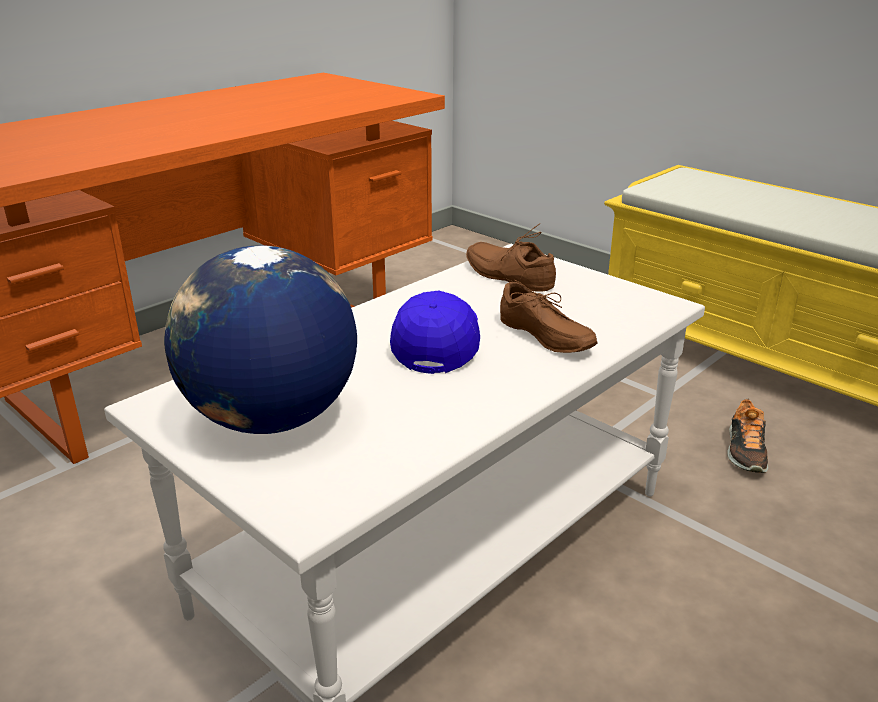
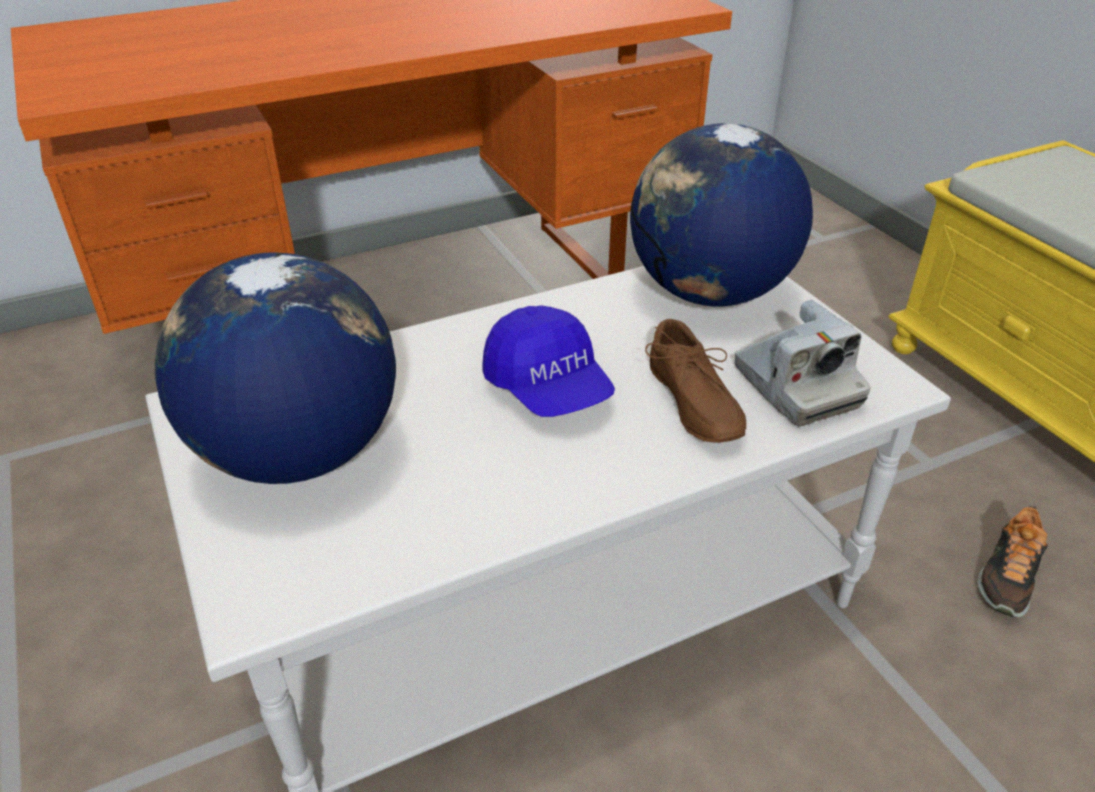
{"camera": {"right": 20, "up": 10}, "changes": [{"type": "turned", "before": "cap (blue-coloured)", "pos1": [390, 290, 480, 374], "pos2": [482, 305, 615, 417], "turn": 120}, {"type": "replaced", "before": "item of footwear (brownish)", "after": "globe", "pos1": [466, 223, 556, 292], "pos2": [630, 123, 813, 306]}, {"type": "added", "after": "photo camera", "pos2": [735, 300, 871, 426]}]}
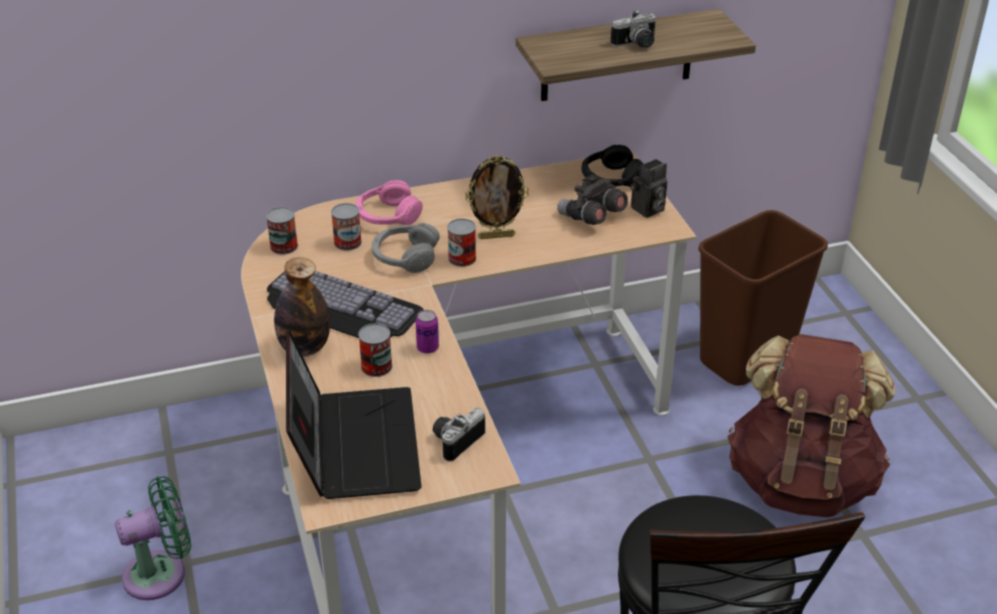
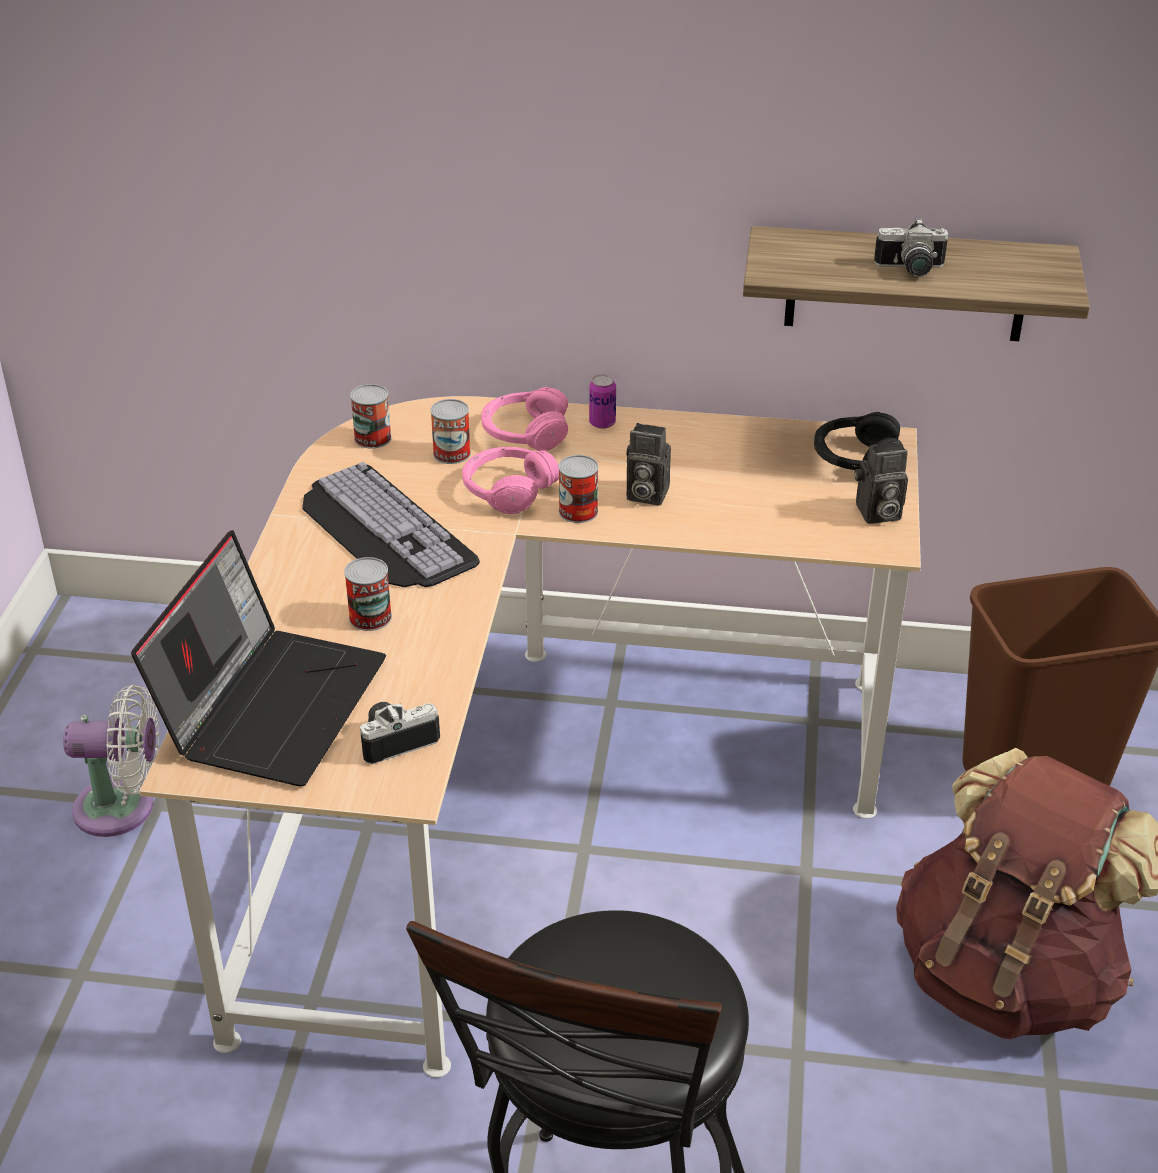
{"camera": {"right": 25, "up": 0}, "changes": [{"type": "recoloured", "before": "electric fan (green)", "after": "electric fan (whitish)", "pos1": [115, 476, 191, 600], "pos2": [63, 685, 159, 837]}, {"type": "recoloured", "before": "headphones (grey)", "after": "headphones (pink)", "pos1": [372, 223, 440, 273], "pos2": [462, 447, 559, 514]}, {"type": "moved", "before": "can", "pos1": [416, 310, 439, 354], "pos2": [589, 374, 616, 429]}, {"type": "replaced", "before": "photo frame", "after": "photo camera", "pos1": [465, 155, 529, 239], "pos2": [626, 423, 671, 506]}, {"type": "removed", "before": "bottle", "pos1": [274, 257, 330, 357]}, {"type": "removed", "before": "binoculars (grey)", "pos1": [557, 174, 628, 225]}]}
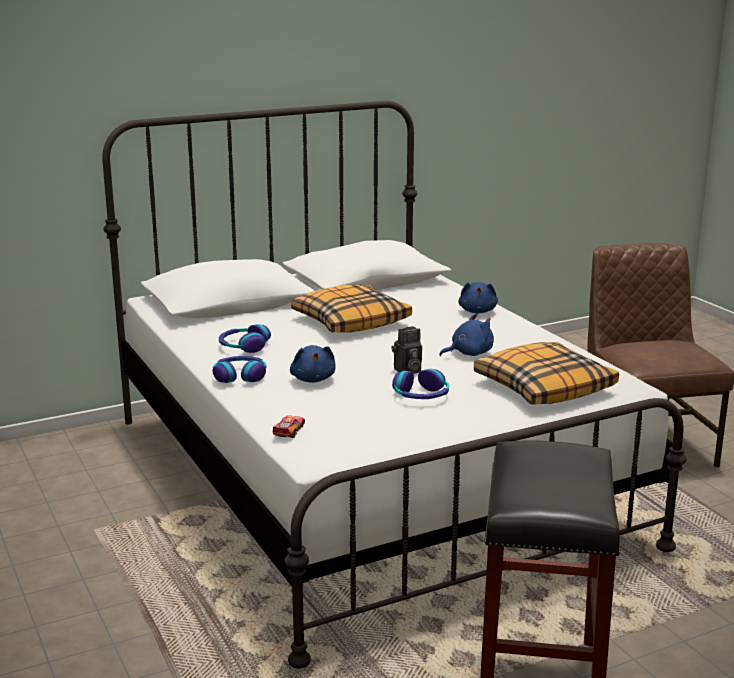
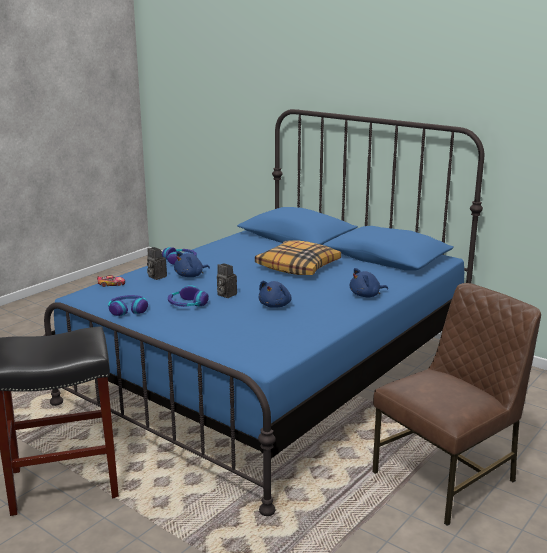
{"camera": {"right": 65, "up": 0}, "changes": [{"type": "recoloured", "before": "bed (whitish)", "after": "bed (blue-coloured)", "pos1": [102, 101, 686, 669], "pos2": [44, 109, 484, 516]}, {"type": "moved", "before": "headphones", "pos1": [219, 324, 271, 353], "pos2": [108, 295, 148, 316]}, {"type": "added", "after": "photo camera", "pos2": [147, 247, 167, 280]}, {"type": "turned", "before": "soft toy (blue-coloured)", "pos1": [439, 313, 494, 356], "pos2": [259, 281, 292, 308], "turn": 75}, {"type": "removed", "before": "pillow", "pos1": [474, 342, 619, 405]}]}
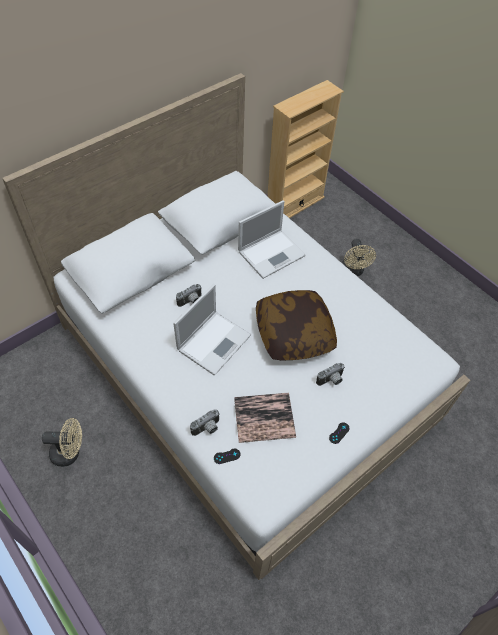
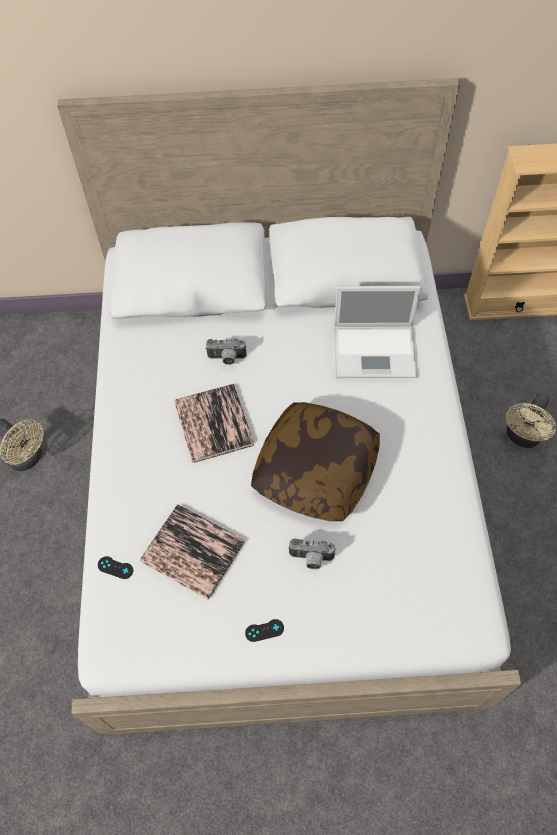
{"camera": {"right": 40, "up": 5}, "changes": [{"type": "replaced", "before": "notebook computer", "after": "bound book", "pos1": [173, 284, 251, 376], "pos2": [174, 384, 254, 463]}, {"type": "removed", "before": "photo camera", "pos1": [190, 409, 220, 436]}]}
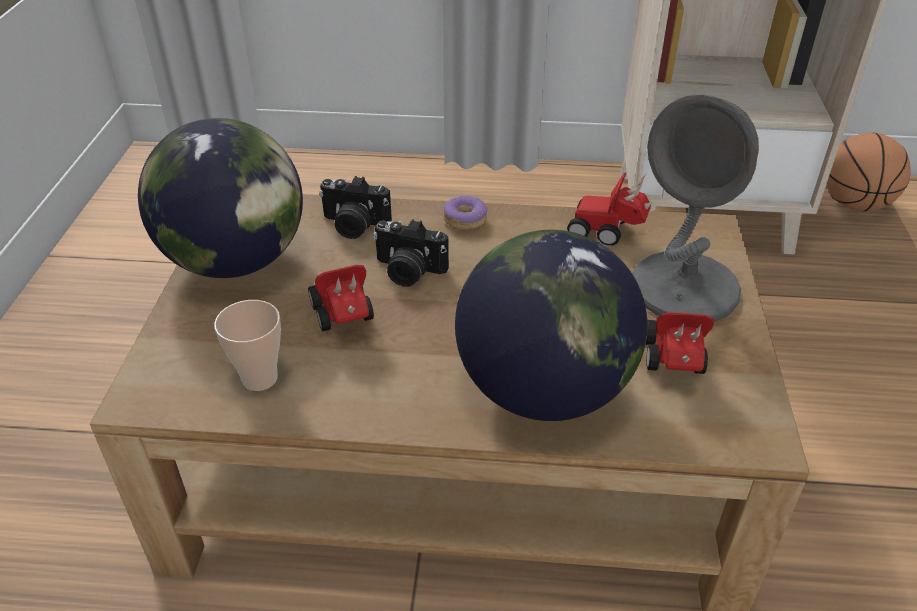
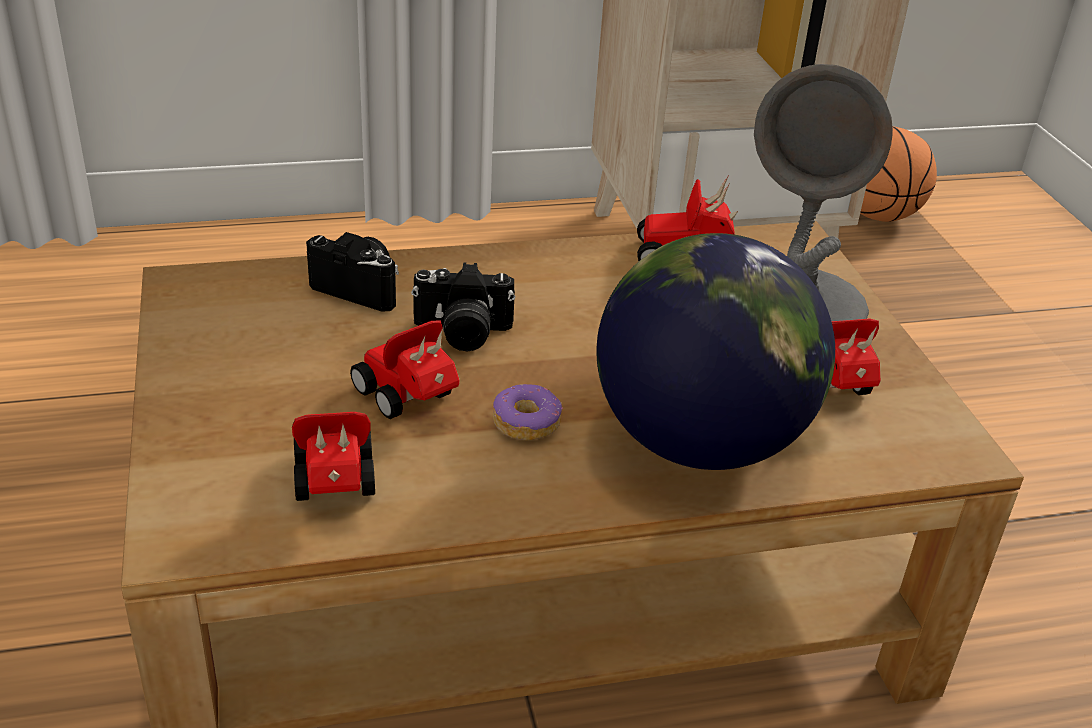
{"camera": {"right": -20, "up": -5}, "changes": [{"type": "replaced", "before": "drinking cup", "after": "model car", "pos1": [214, 300, 281, 391], "pos2": [292, 412, 375, 501]}, {"type": "turned", "before": "photo camera", "pos1": [319, 176, 392, 239], "pos2": [306, 232, 399, 312], "turn": -150}, {"type": "moved", "before": "doughnut", "pos1": [444, 196, 487, 230], "pos2": [493, 384, 563, 440]}, {"type": "removed", "before": "globe", "pos1": [138, 118, 303, 278]}]}
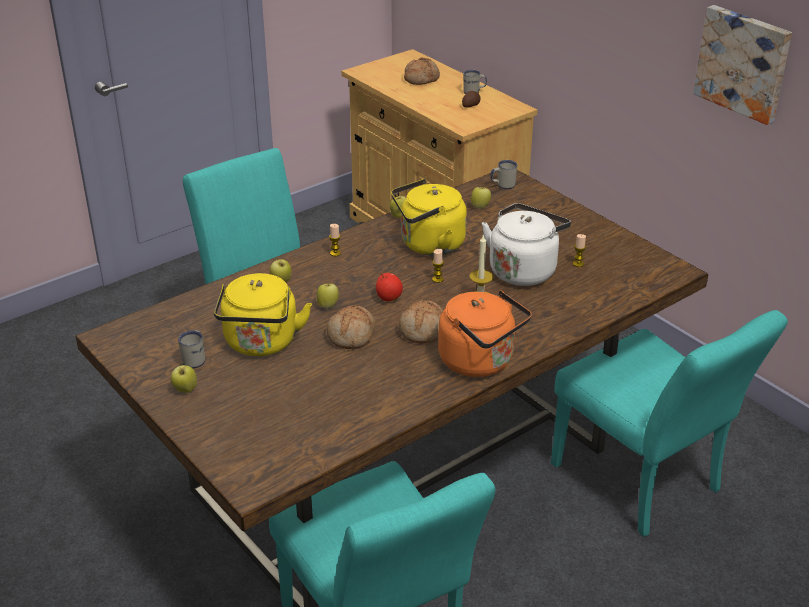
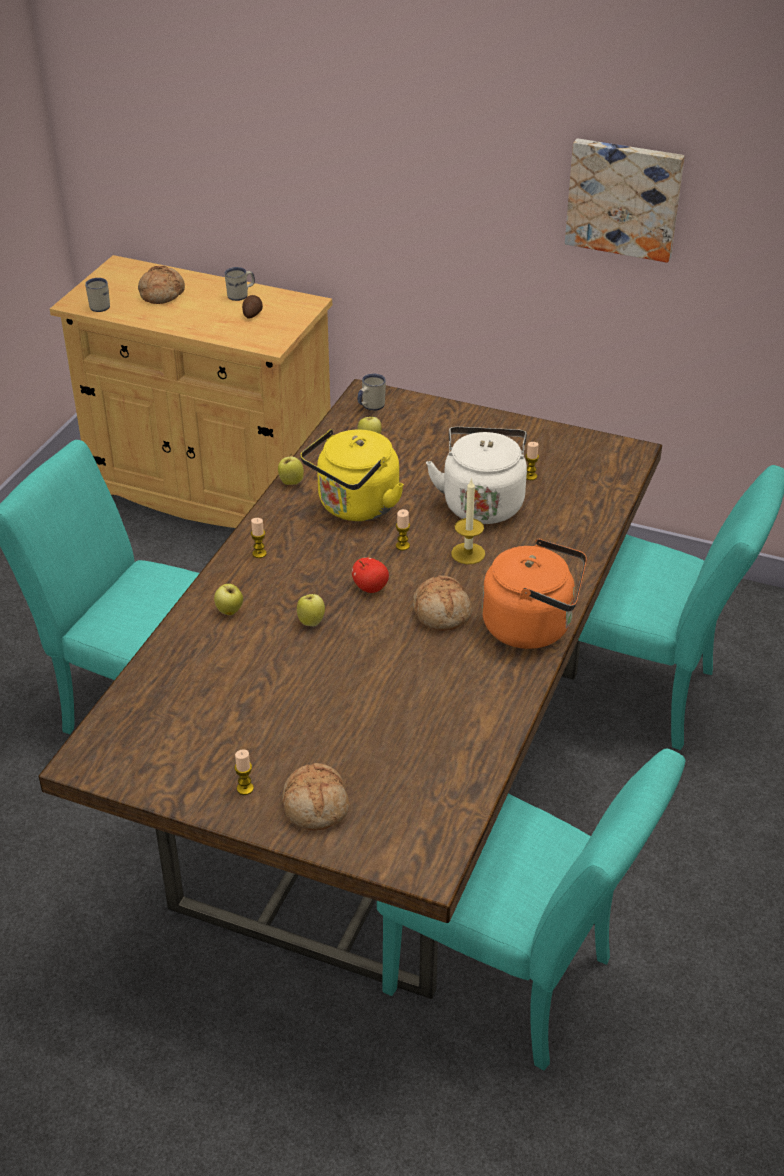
{"camera": {"right": -30, "up": 5}, "changes": [{"type": "moved", "before": "mug (whitish)", "pos1": [178, 330, 205, 368], "pos2": [85, 278, 110, 312]}, {"type": "replaced", "before": "whole apple", "after": "wax light", "pos1": [171, 364, 197, 393], "pos2": [235, 750, 254, 795]}, {"type": "moved", "before": "bread", "pos1": [327, 305, 376, 349], "pos2": [282, 763, 349, 830]}, {"type": "removed", "before": "tea kettle (yellowish)", "pos1": [214, 273, 312, 356]}]}
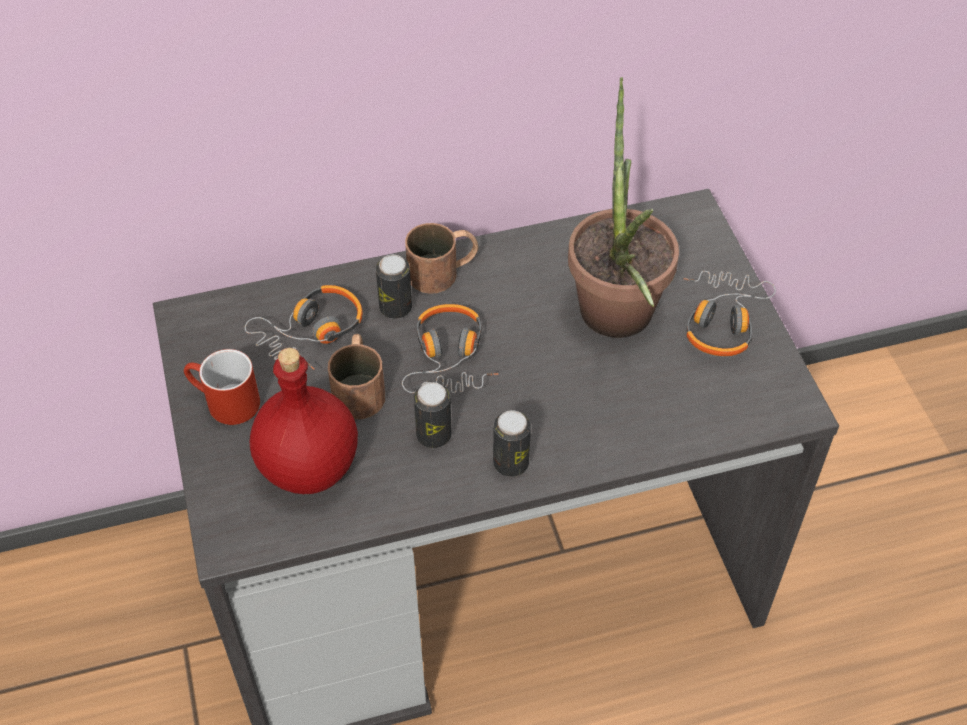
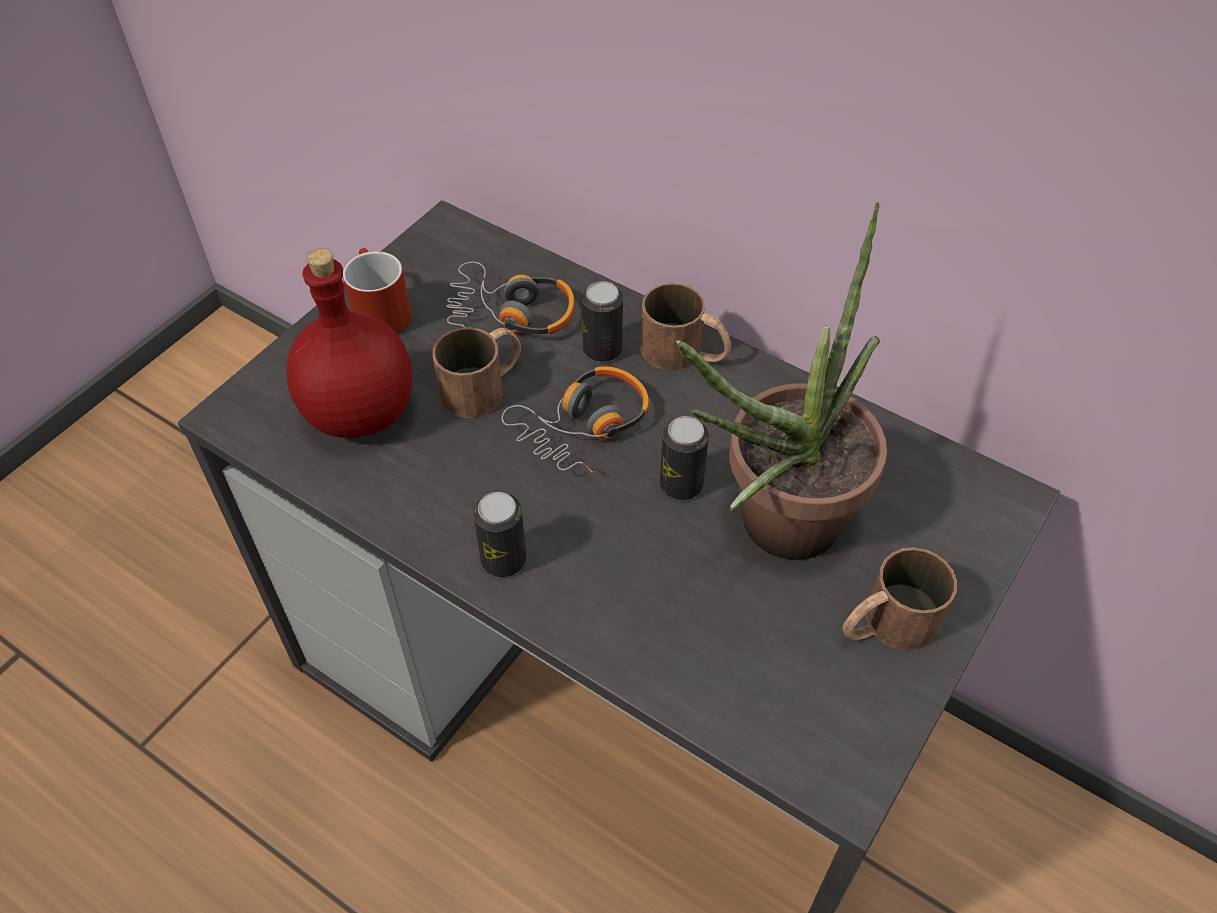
{"camera": {"right": 50, "up": 0}, "changes": [{"type": "moved", "before": "can", "pos1": [414, 382, 452, 448], "pos2": [660, 416, 709, 500]}, {"type": "replaced", "before": "headphones", "after": "mug (brownish)", "pos1": [684, 271, 776, 356], "pos2": [843, 547, 957, 651]}]}
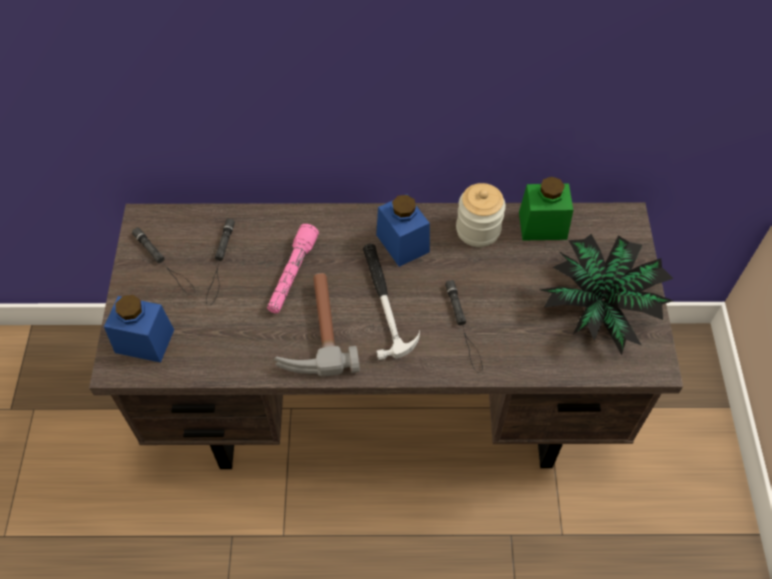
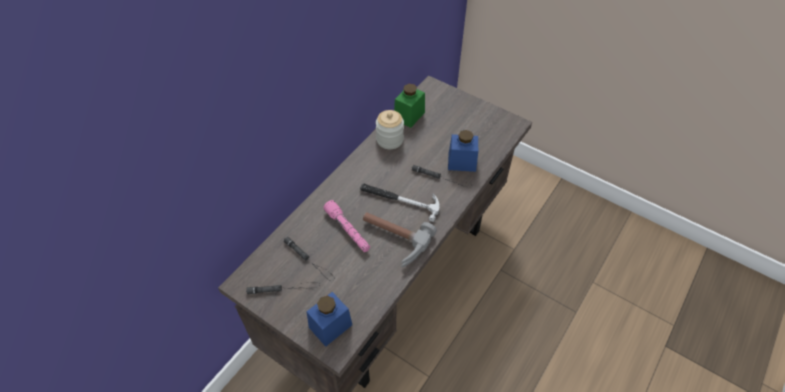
{"camera": {"right": -55, "up": -5}, "changes": [{"type": "moved", "before": "preserve jar (blue-coloured)", "pos1": [376, 194, 430, 267], "pos2": [448, 130, 478, 172]}, {"type": "removed", "before": "houseplant", "pos1": [540, 234, 674, 355]}]}
